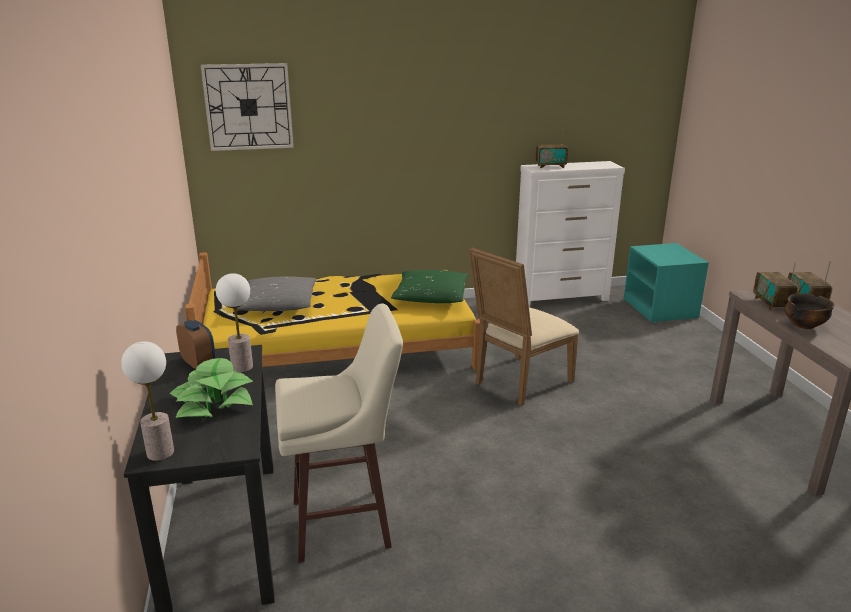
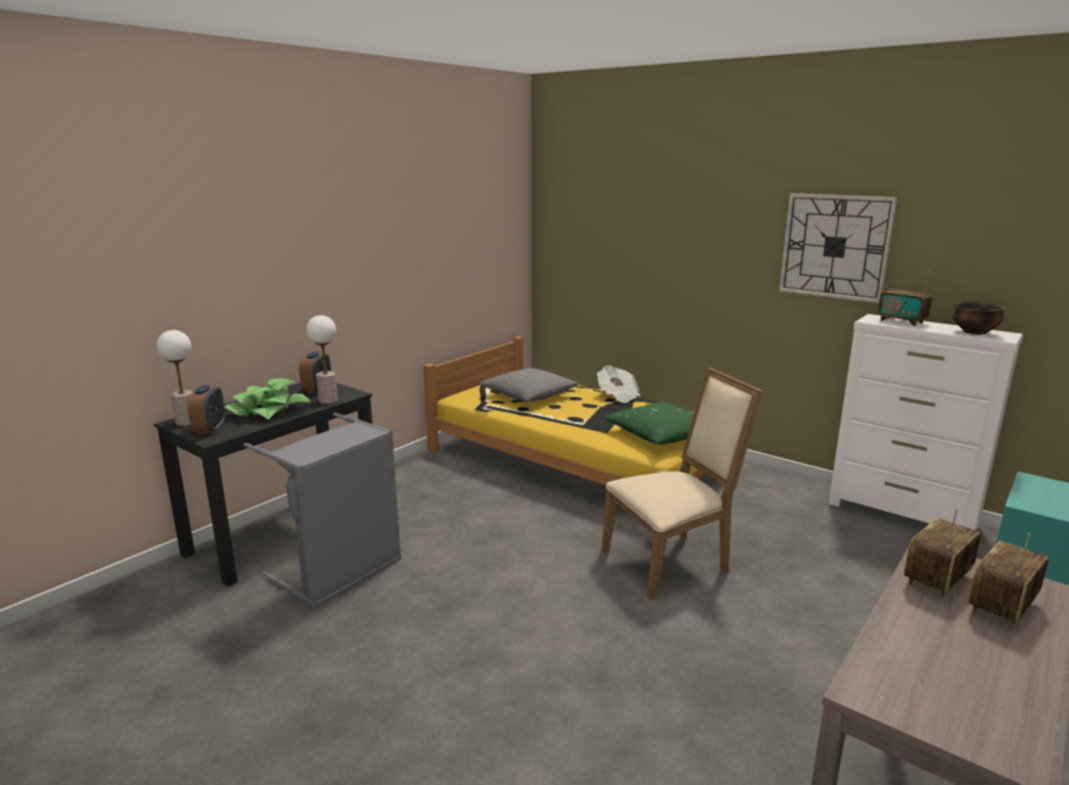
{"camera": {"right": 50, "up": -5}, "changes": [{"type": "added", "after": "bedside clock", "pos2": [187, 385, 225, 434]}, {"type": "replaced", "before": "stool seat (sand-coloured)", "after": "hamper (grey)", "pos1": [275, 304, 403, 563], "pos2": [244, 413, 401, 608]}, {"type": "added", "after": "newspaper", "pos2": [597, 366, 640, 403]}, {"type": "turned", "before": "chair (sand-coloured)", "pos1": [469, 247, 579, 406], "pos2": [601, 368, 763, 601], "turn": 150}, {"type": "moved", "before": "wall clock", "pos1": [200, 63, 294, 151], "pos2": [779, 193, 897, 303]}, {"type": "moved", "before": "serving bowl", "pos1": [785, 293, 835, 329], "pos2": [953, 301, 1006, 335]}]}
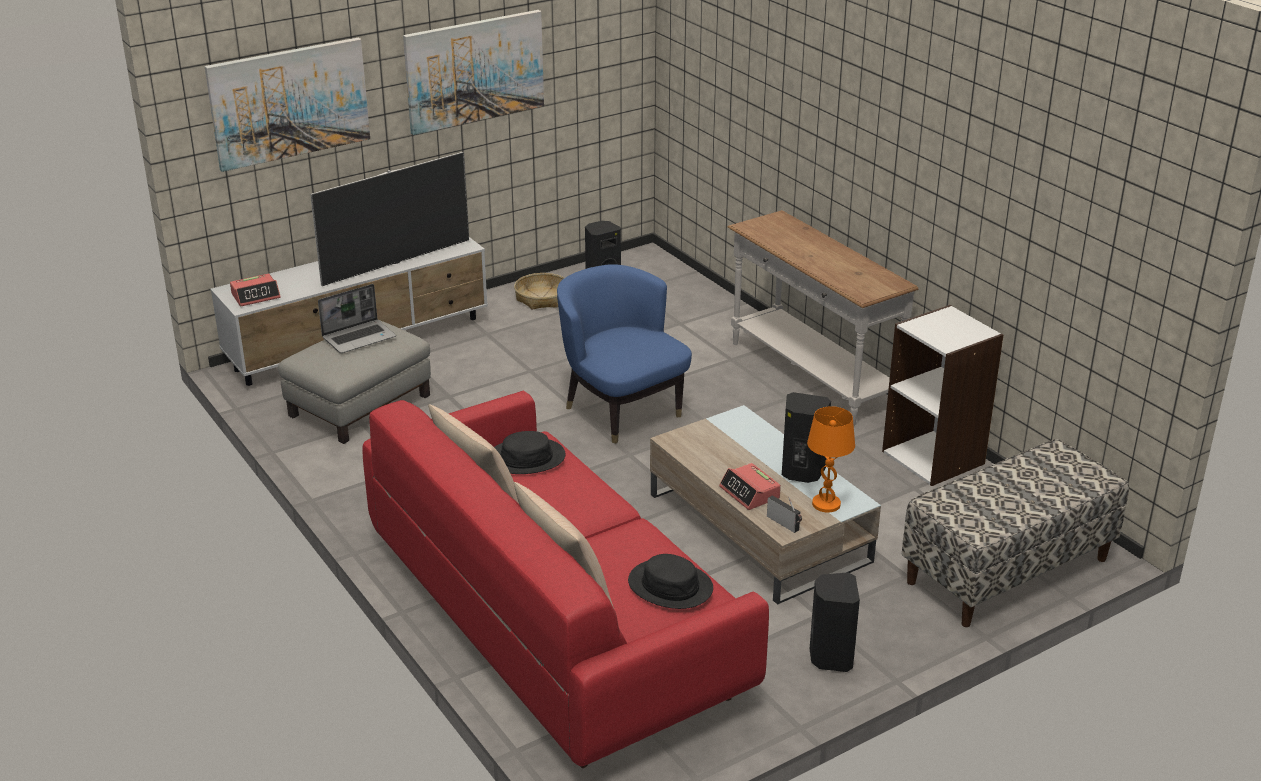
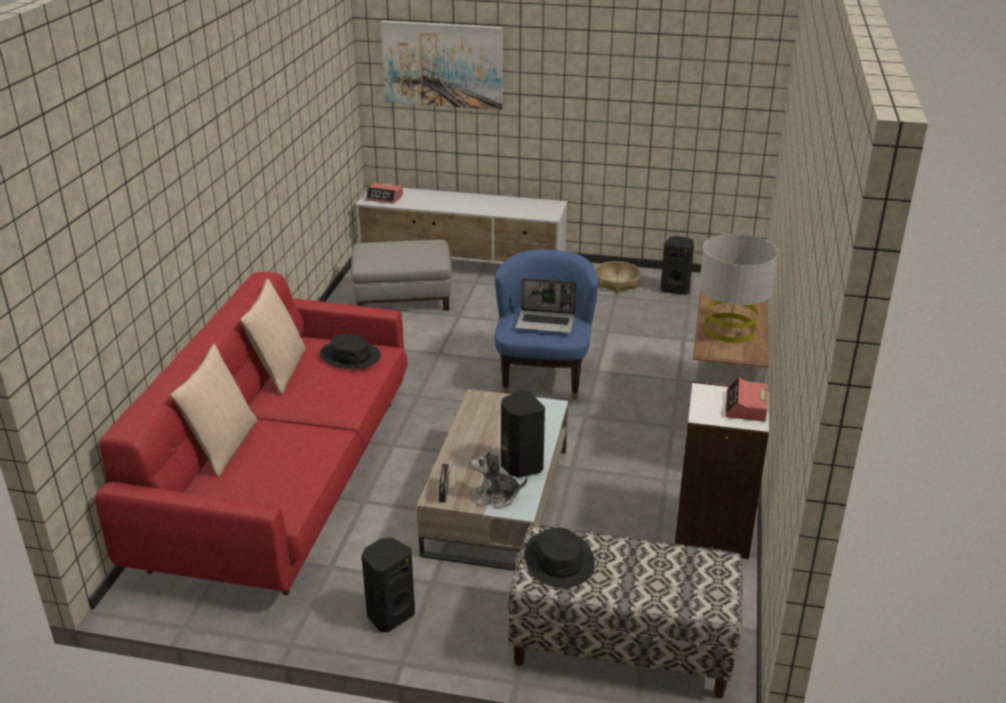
{"camera": {"right": 45, "up": 0}, "changes": [{"type": "replaced", "before": "tabletop lamp (orange)", "after": "soft toy", "pos1": [807, 406, 855, 513], "pos2": [470, 445, 528, 508]}, {"type": "moved", "before": "notebook computer", "pos1": [318, 284, 396, 353], "pos2": [516, 278, 576, 333]}, {"type": "moved", "before": "wearable hat (blackish)", "pos1": [628, 554, 713, 609], "pos2": [524, 528, 595, 588]}, {"type": "added", "after": "tabletop lamp (grey)", "pos2": [699, 234, 778, 343]}, {"type": "moved", "before": "bedside clock", "pos1": [719, 463, 781, 510], "pos2": [725, 378, 768, 422]}, {"type": "removed", "before": "TV set", "pos1": [310, 152, 469, 286]}, {"type": "removed", "before": "wall picture", "pos1": [403, 10, 544, 135]}]}
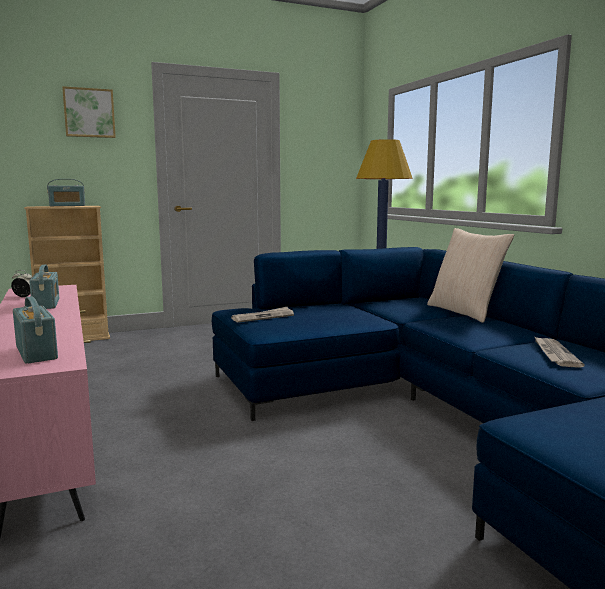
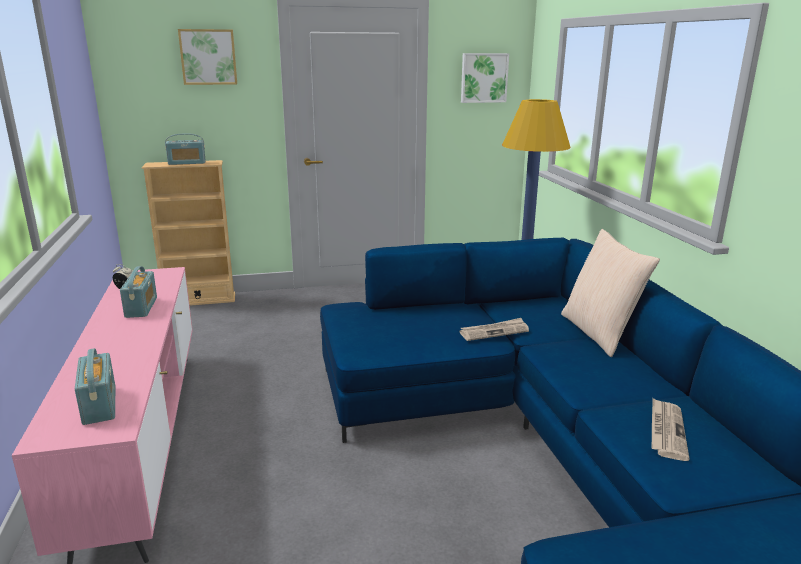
{"camera": {"right": 10, "up": 10}, "changes": [{"type": "moved", "before": "newspaper", "pos1": [231, 307, 294, 323], "pos2": [460, 318, 529, 341]}, {"type": "added", "after": "wall picture", "pos2": [461, 53, 509, 103]}]}
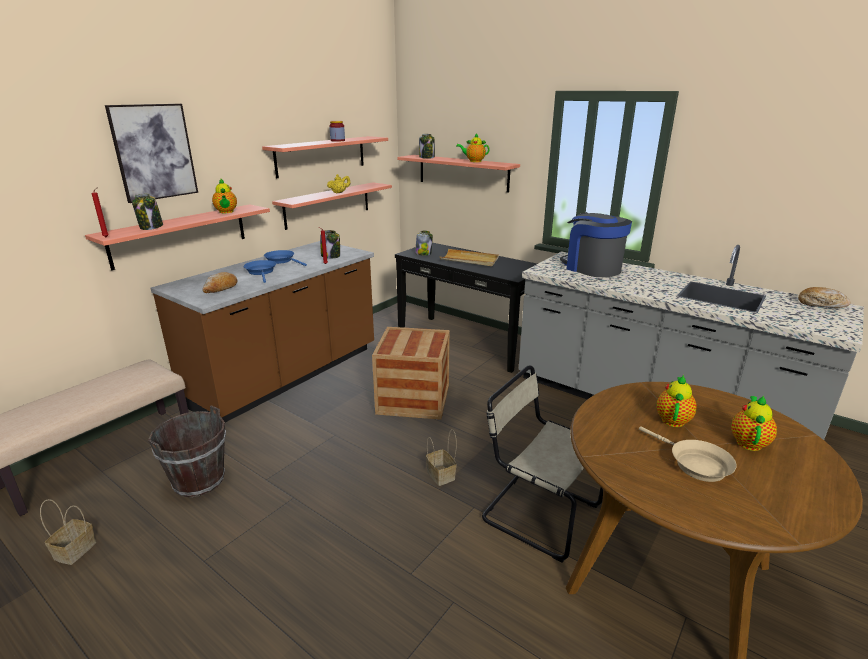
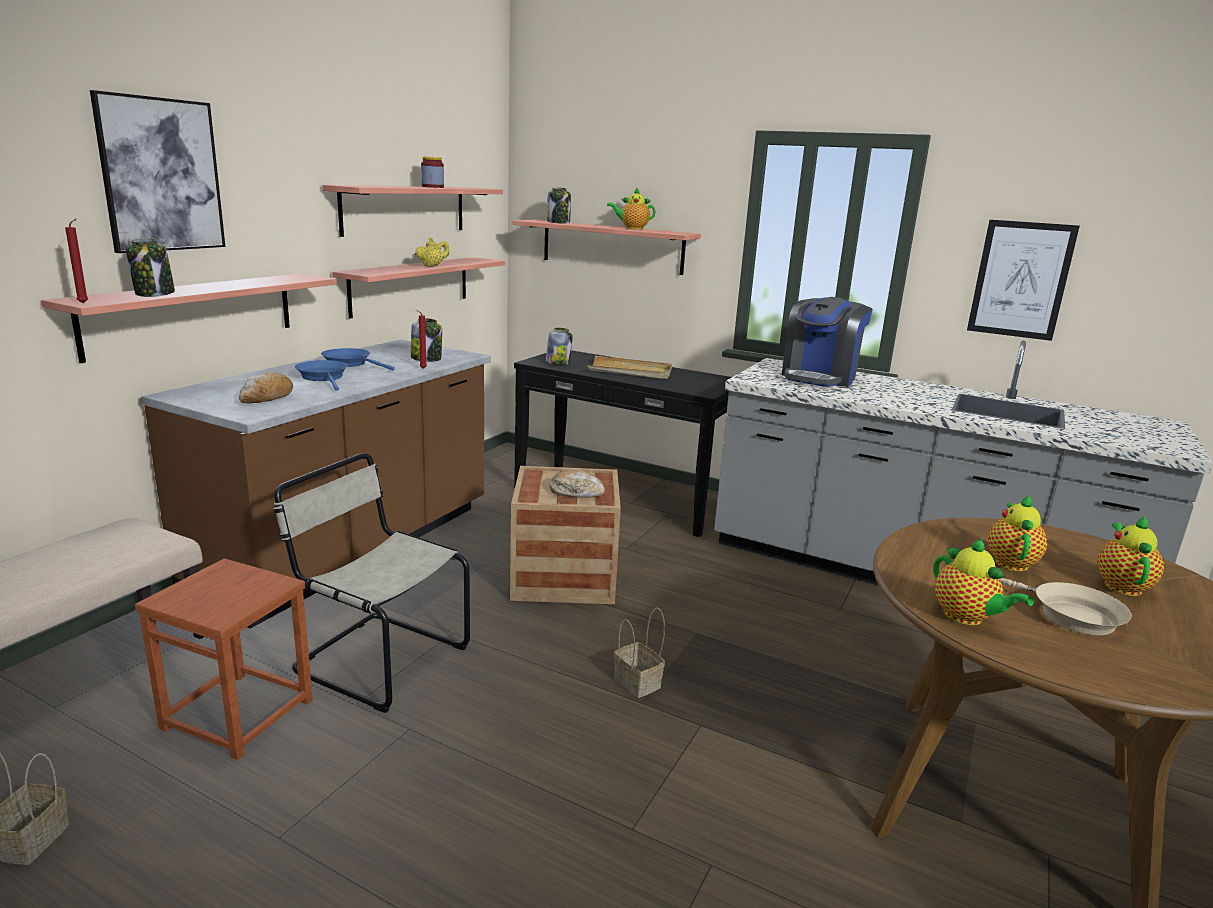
{"camera": {"right": -10, "up": -5}, "changes": [{"type": "replaced", "before": "bucket (brownish)", "after": "stool seat (brownish)", "pos1": [148, 405, 226, 497], "pos2": [135, 558, 313, 760]}, {"type": "moved", "before": "chair (sand-coloured)", "pos1": [482, 366, 603, 563], "pos2": [273, 453, 470, 713]}, {"type": "moved", "before": "bread", "pos1": [798, 287, 850, 308], "pos2": [549, 470, 605, 498]}, {"type": "turned", "before": "coffee machine", "pos1": [560, 212, 632, 277], "pos2": [782, 297, 873, 387], "turn": -105}, {"type": "moved", "before": "teapot", "pos1": [212, 179, 237, 213], "pos2": [933, 539, 1034, 625]}, {"type": "added", "after": "wall picture", "pos2": [967, 220, 1080, 341]}]}
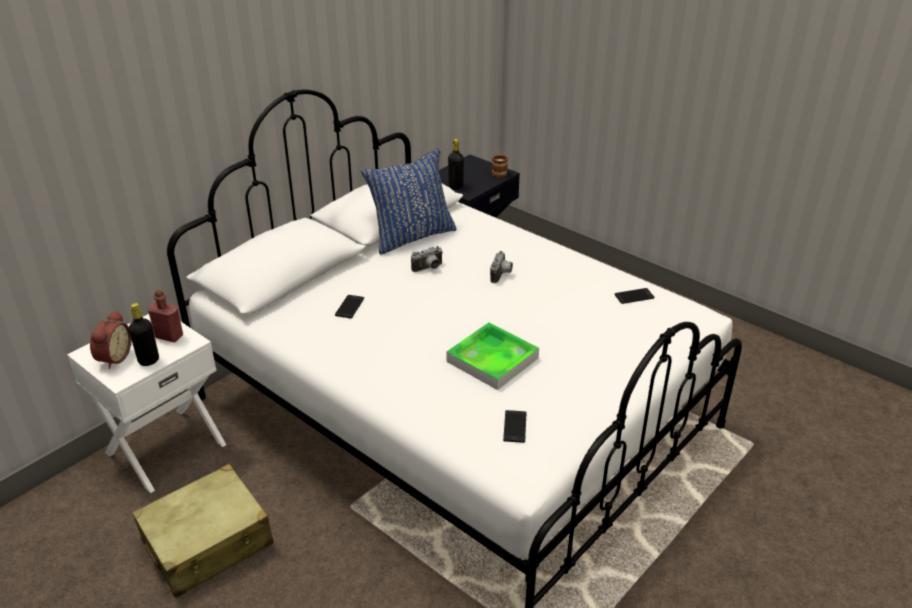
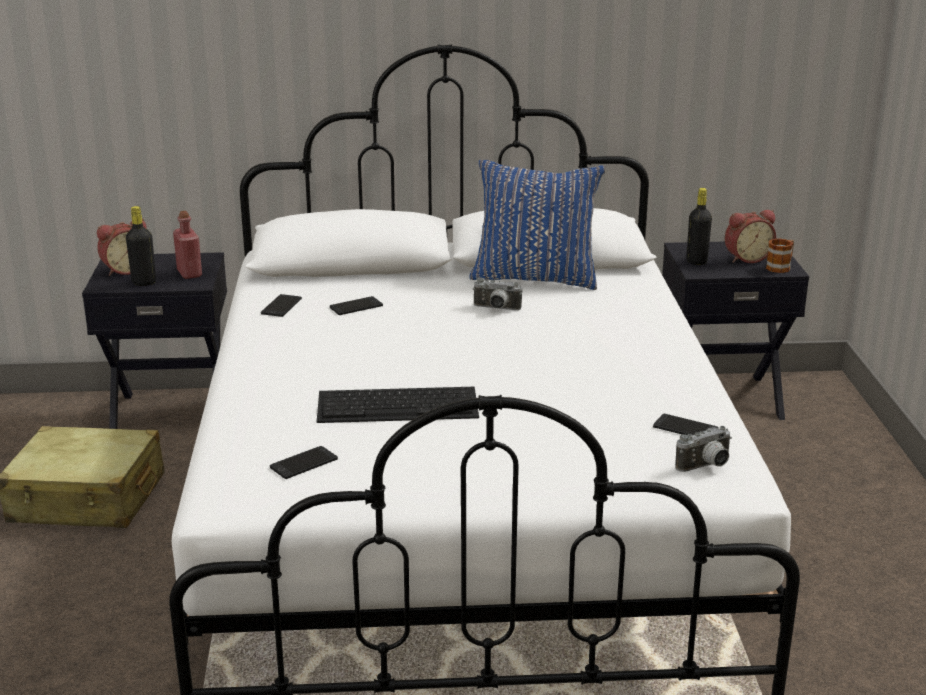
{"camera": {"right": 45, "up": -10}, "changes": [{"type": "recoloured", "before": "nightstand (whitish)", "after": "nightstand (blackish)", "pos1": [67, 314, 226, 493], "pos2": [82, 252, 227, 429]}, {"type": "added", "after": "handset", "pos2": [261, 294, 302, 317]}, {"type": "replaced", "before": "carrying tray", "after": "keyboard", "pos1": [446, 322, 539, 390], "pos2": [317, 387, 479, 423]}, {"type": "moved", "before": "photo camera", "pos1": [490, 251, 513, 283], "pos2": [675, 426, 732, 472]}, {"type": "added", "after": "bedside clock", "pos2": [725, 210, 776, 263]}]}
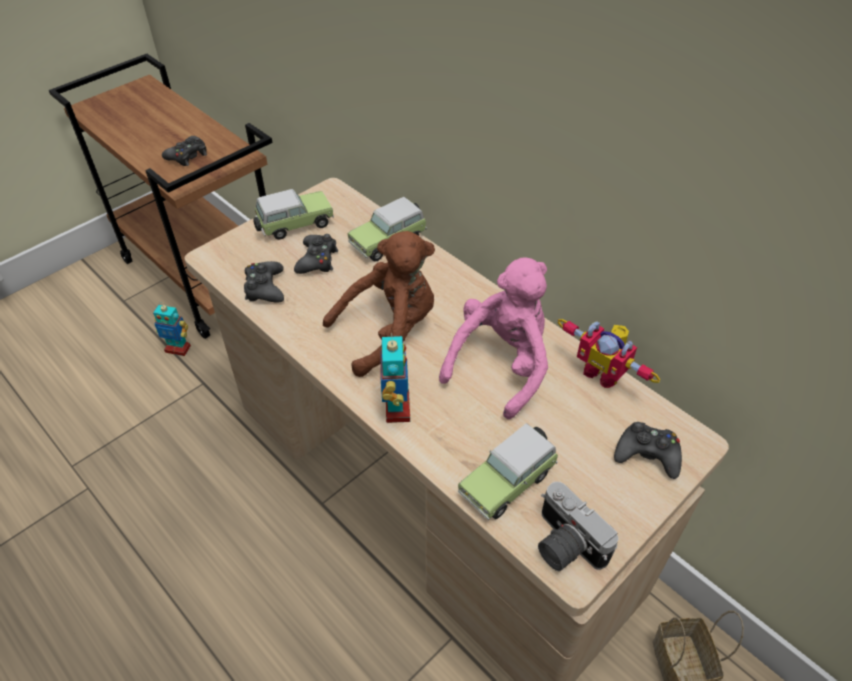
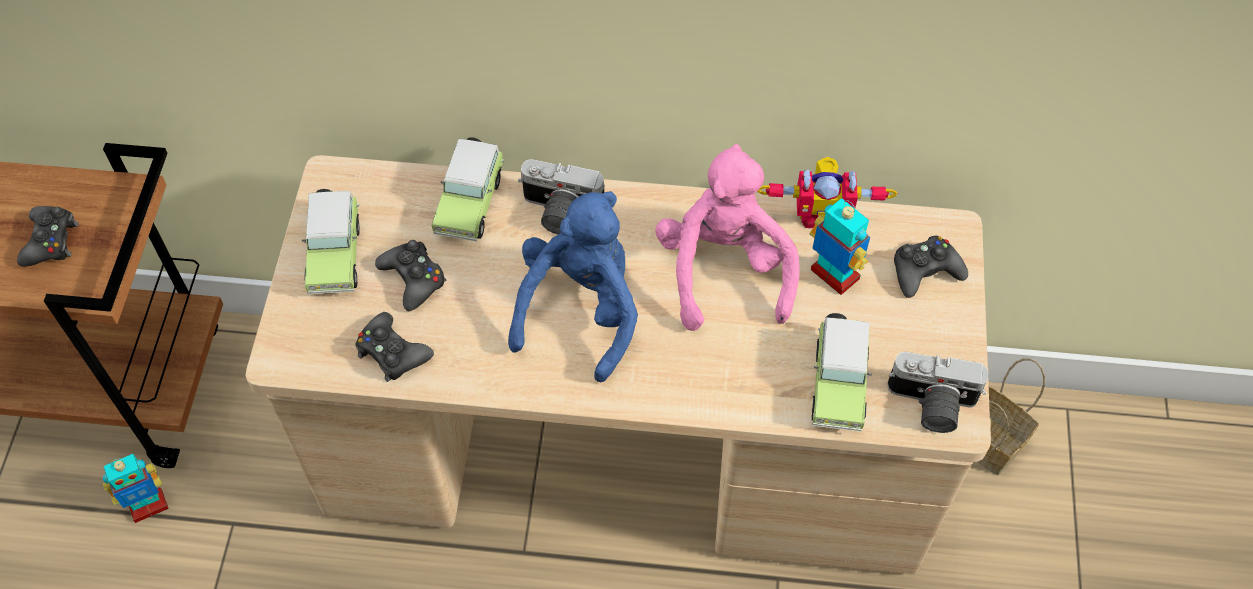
{"camera": {"right": -40, "up": 10}, "changes": [{"type": "turned", "before": "model car", "pos1": [253, 189, 334, 240], "pos2": [302, 189, 360, 294], "turn": 150}, {"type": "recoloured", "before": "soft toy (brownish)", "after": "soft toy (blue-coloured)", "pos1": [323, 231, 435, 377], "pos2": [508, 191, 638, 383]}, {"type": "added", "after": "photo camera", "pos2": [518, 159, 605, 234]}, {"type": "moved", "before": "toy robot", "pos1": [380, 333, 410, 423], "pos2": [810, 198, 870, 295]}]}
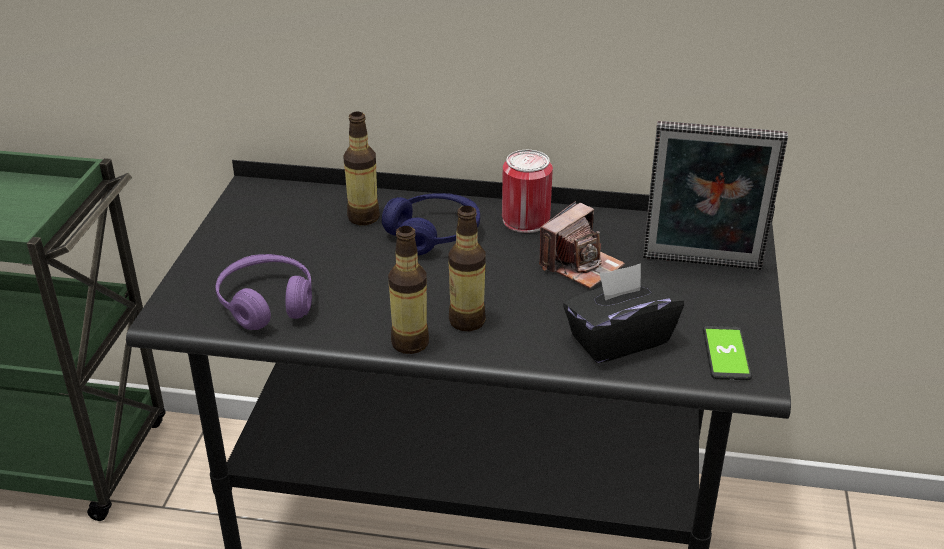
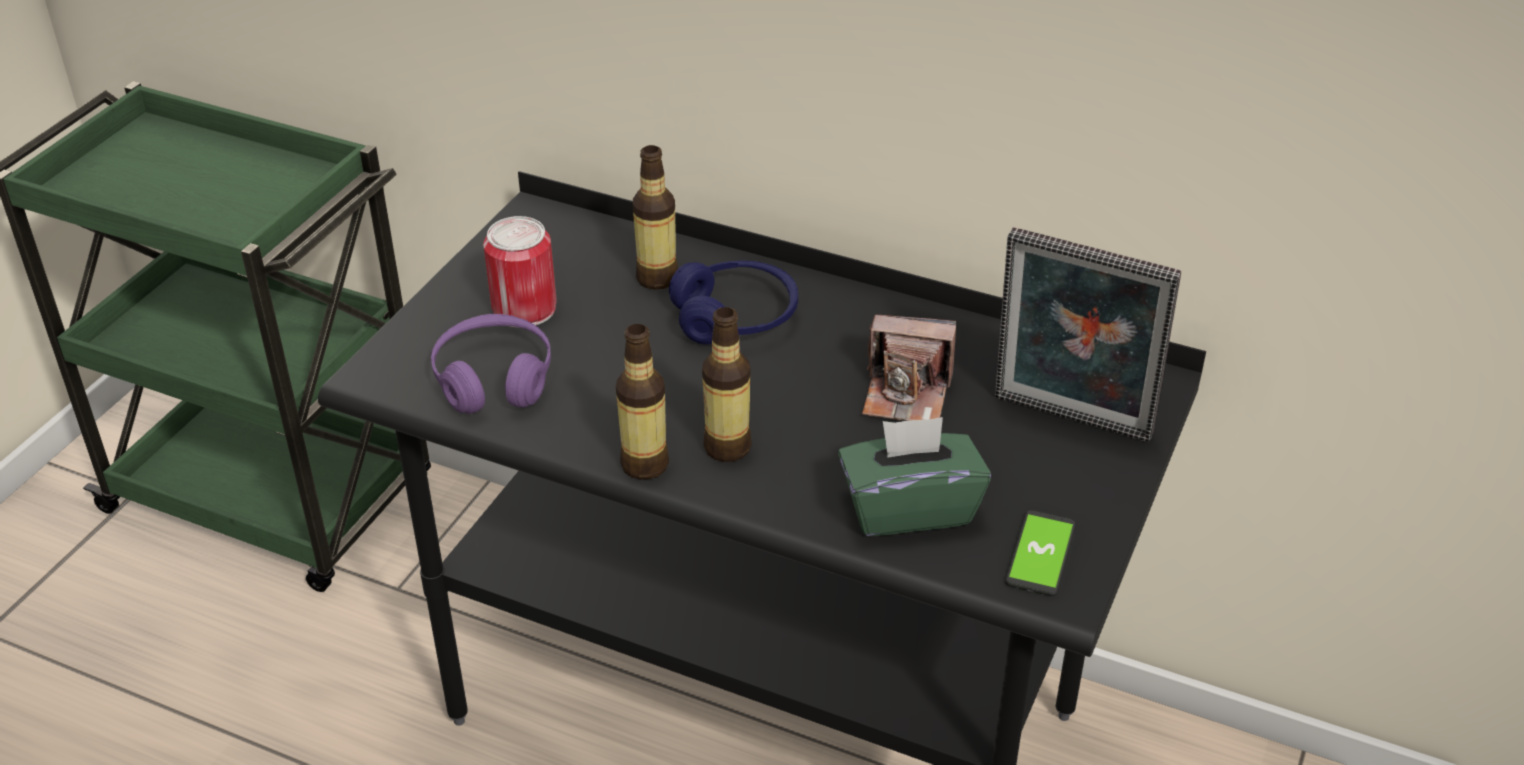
{"camera": {"right": 15, "up": 5}, "changes": [{"type": "moved", "before": "can", "pos1": [502, 150, 553, 233], "pos2": [483, 216, 557, 328]}, {"type": "recoloured", "before": "tissue holder (blackish)", "after": "tissue holder (green)", "pos1": [563, 263, 684, 363], "pos2": [838, 417, 991, 536]}, {"type": "turned", "before": "photo camera", "pos1": [539, 201, 625, 289], "pos2": [862, 315, 956, 421], "turn": 45}]}
